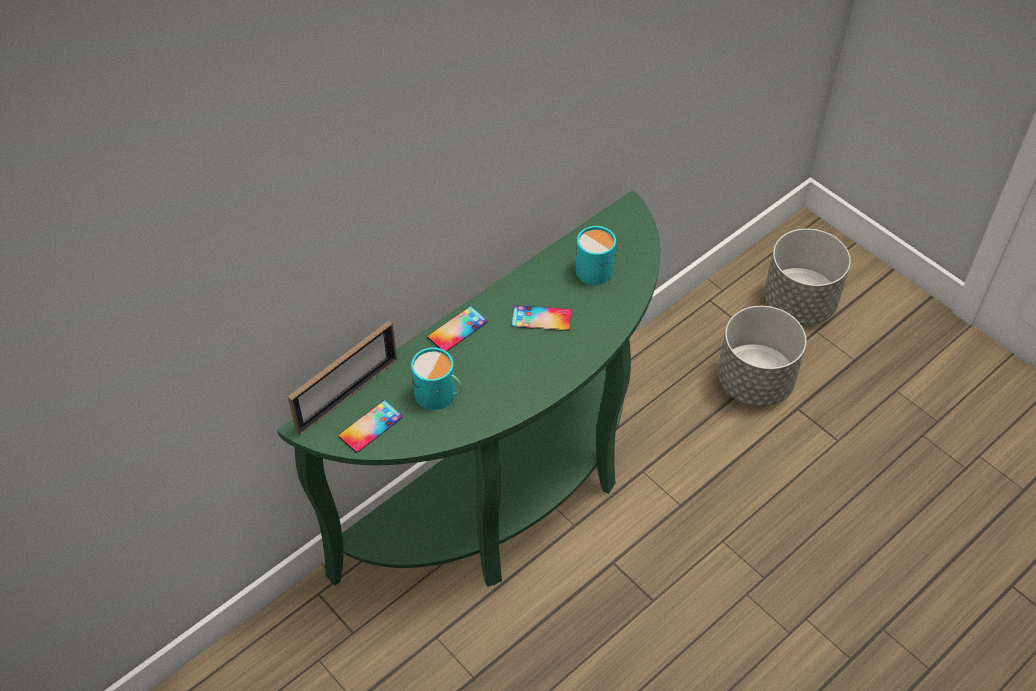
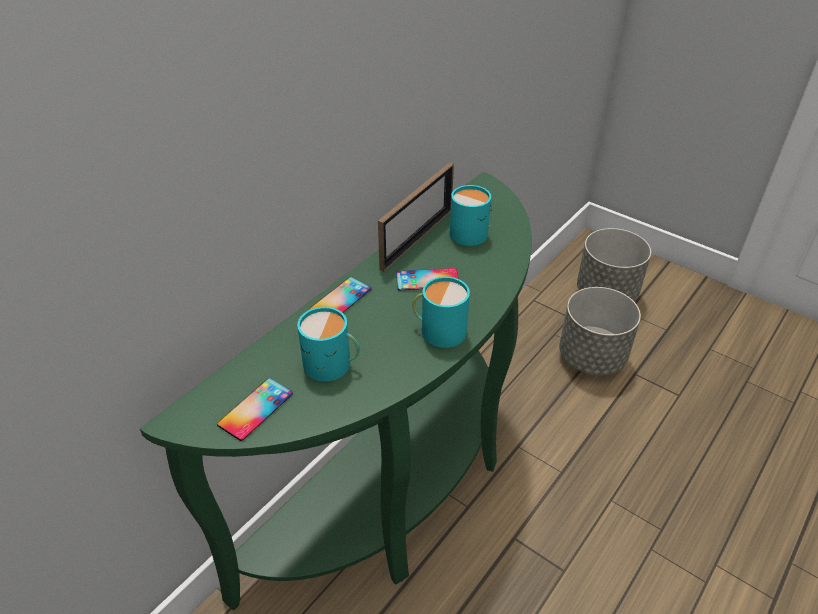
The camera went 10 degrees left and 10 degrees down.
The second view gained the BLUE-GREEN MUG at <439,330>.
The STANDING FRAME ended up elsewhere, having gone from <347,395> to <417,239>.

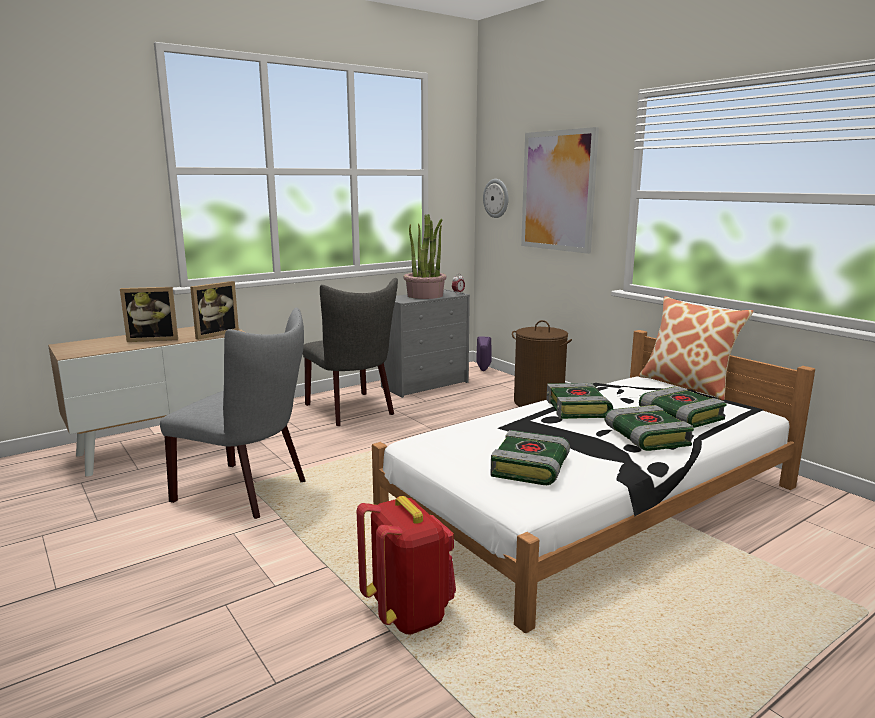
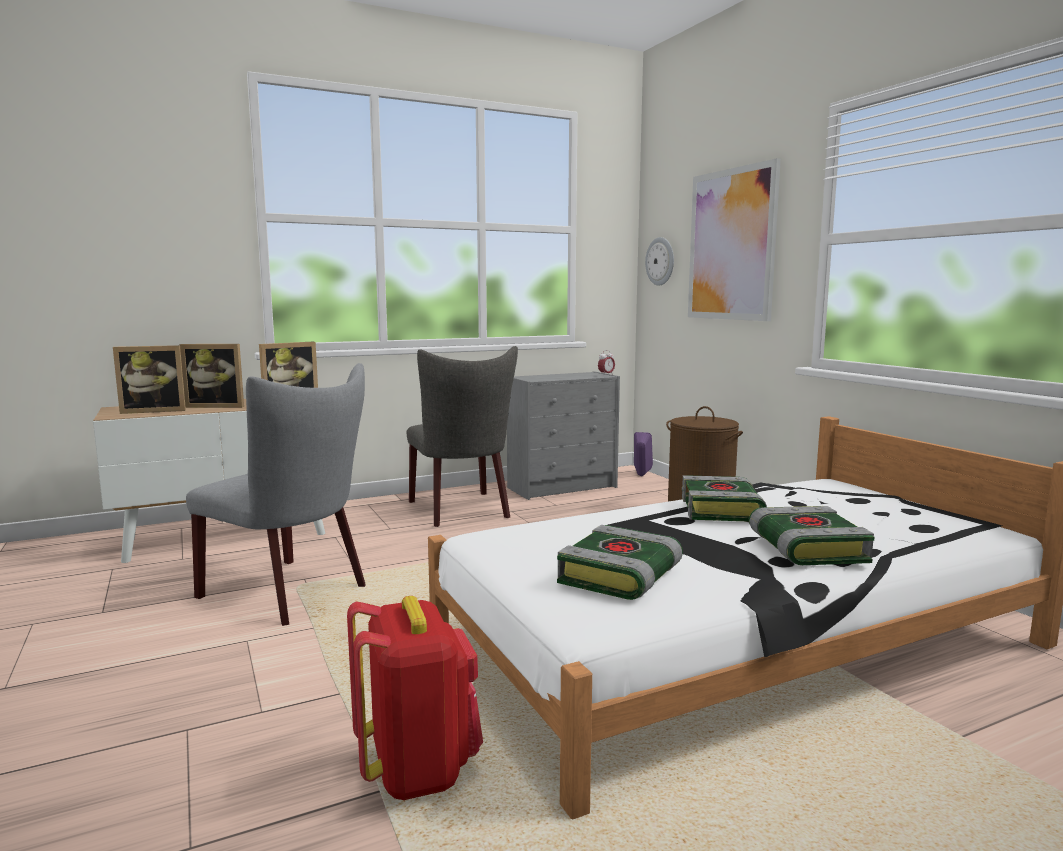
The camera went 10 degrees right and 5 degrees down.
The second view lost the HOUSEPLANT at <425,295>.
The second view lost the CUSHION at <688,385>.
The second view lost the VOLUME at <679,415>.
The second view gained the STANDING FRAME at <154,410>.

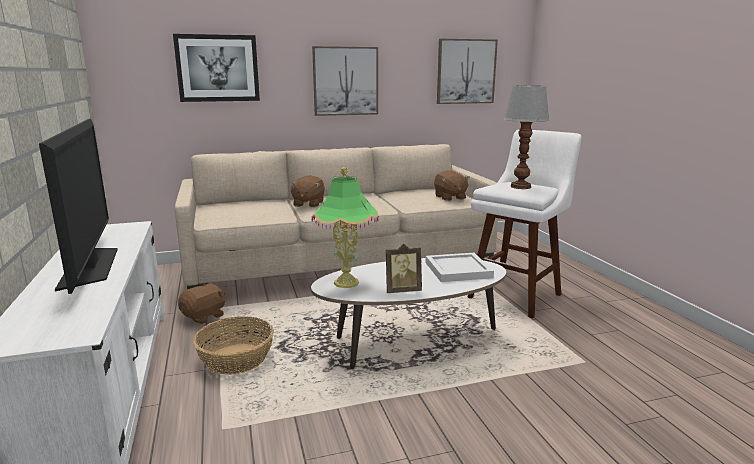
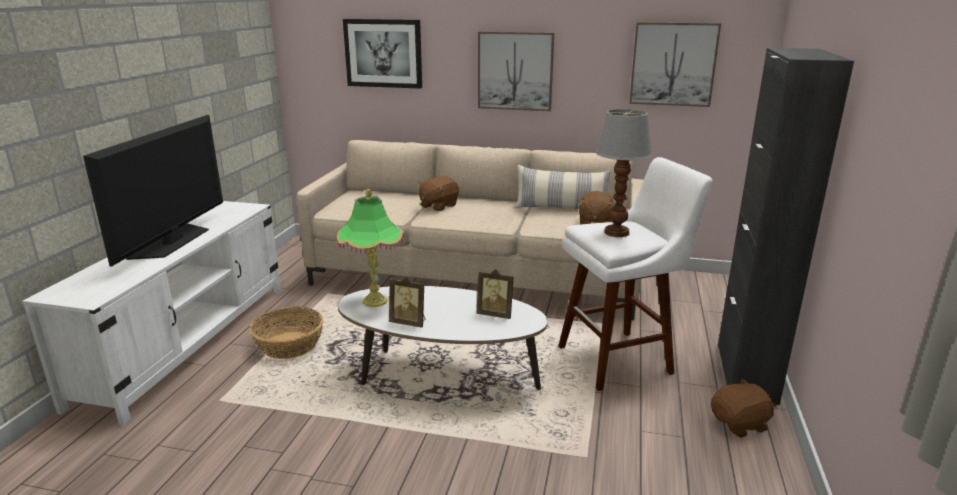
The camera went 30 degrees right and 5 degrees up.
The second view gained the CUSHION at <561,209>.
The second view gained the BLACK-COLOURED CUPBOARD at <746,373>.
The BROWNISH SOFT TOY ended up elsewhere, having gone from <204,316> to <740,424>.
Where the WHITE-COLOURED SERVING TRAY stood at <458,269>, the STANDING FRAME came to stand at <495,314>.

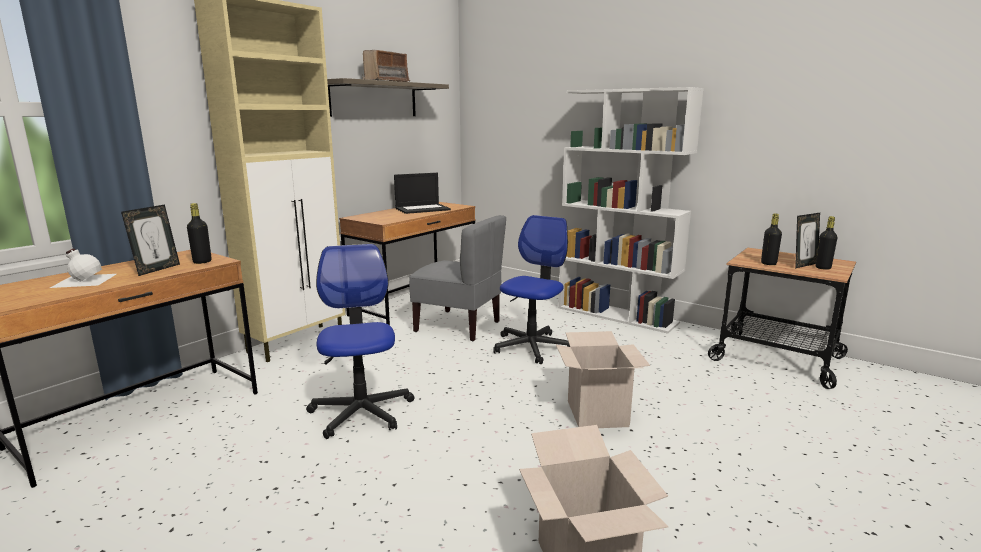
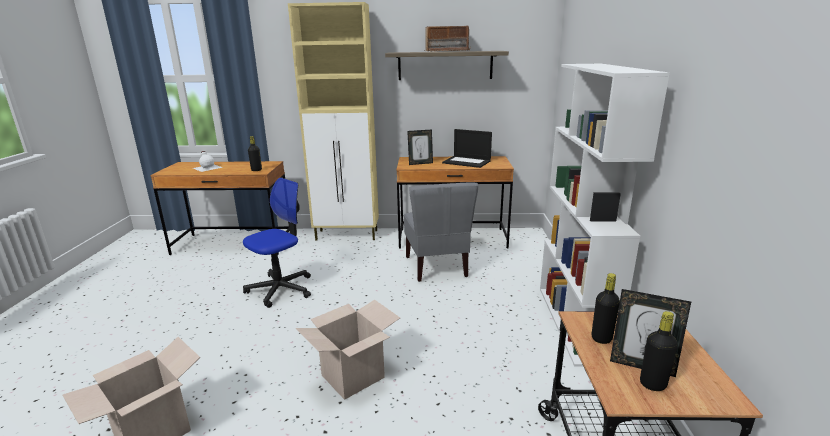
The camera went 55 degrees right and 5 degrees up.
The second view lost the DESK CHAIR at <532,347>.
The STANDING FRAME ended up elsewhere, having gone from <157,269> to <420,163>.

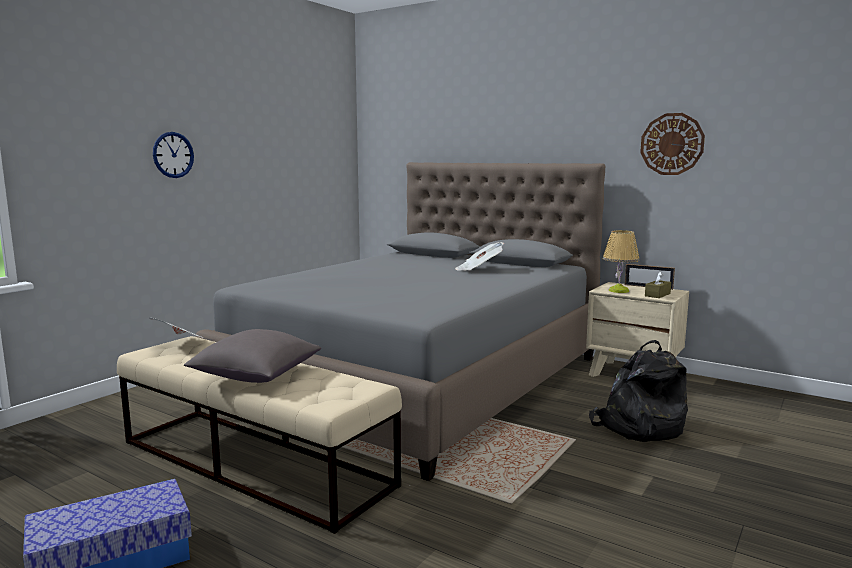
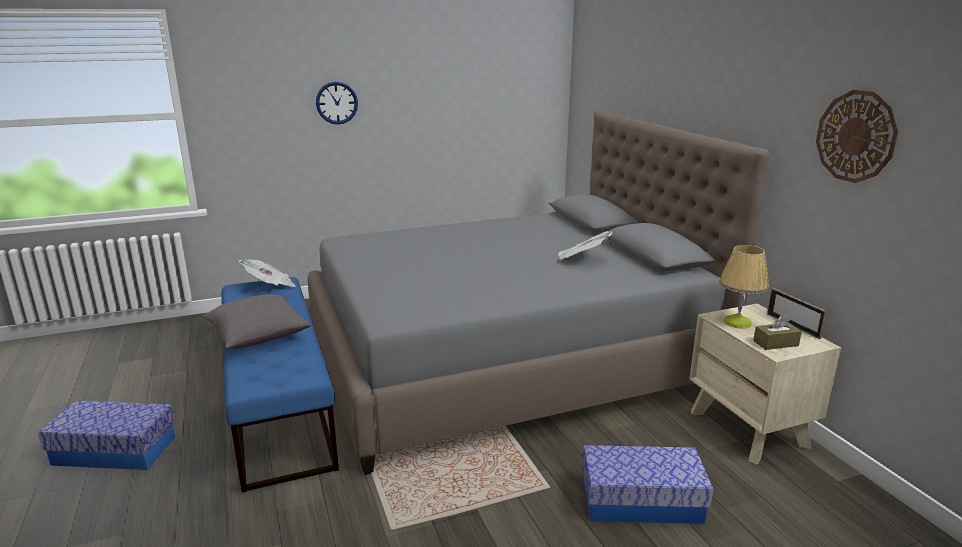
The camera went 35 degrees right and 10 degrees up.
Where the BLACK-COLOURED BACKPACK stood at <638,427>, the STORAGE BIN came to stand at <641,501>.
What was the BEIGE-COLOURED LONG SEAT at <254,463> turned into the BLUISH LONG SEAT at <278,403>.

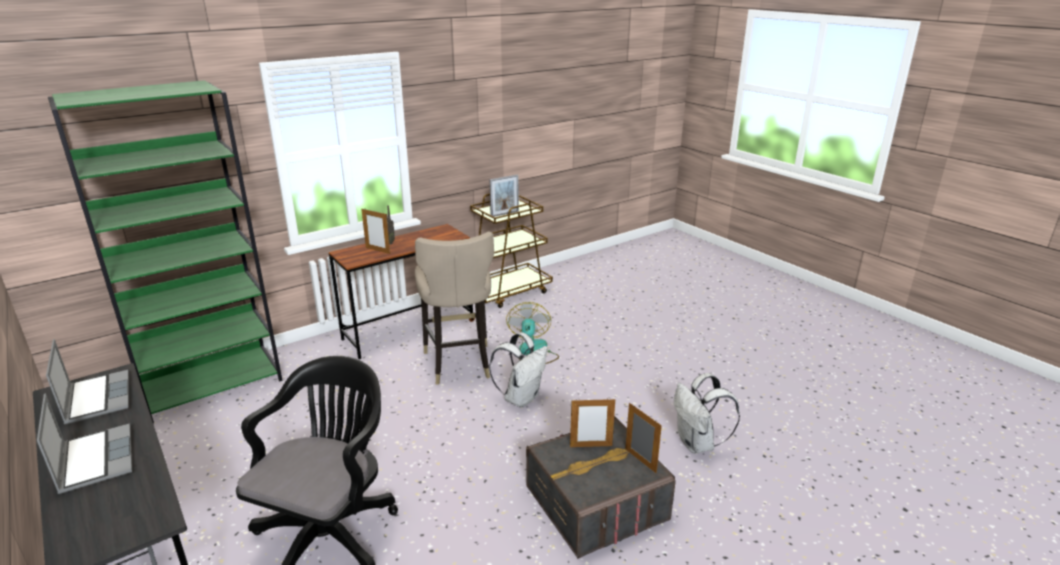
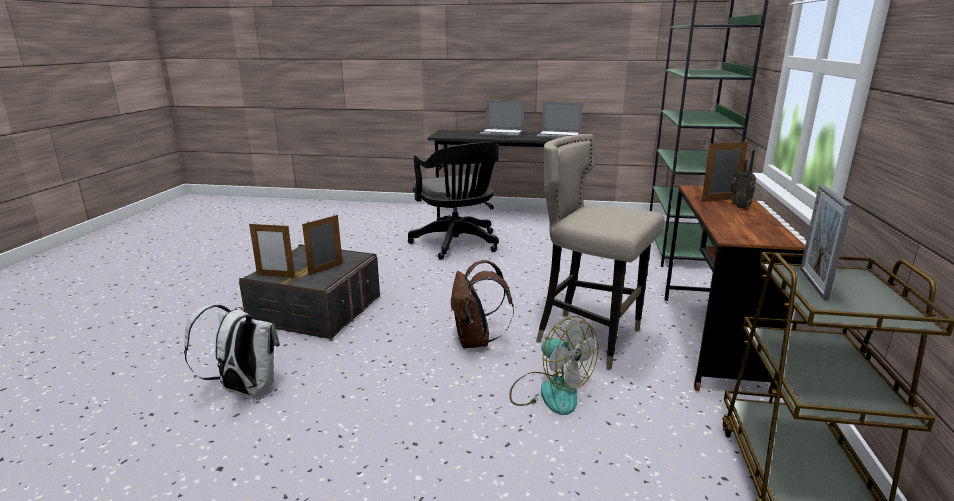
The camera went 135 degrees right and 5 degrees down.
What was the WHITE-COLOURED BACKPACK at <521,397> turned into the BROWNISH BACKPACK at <476,341>.

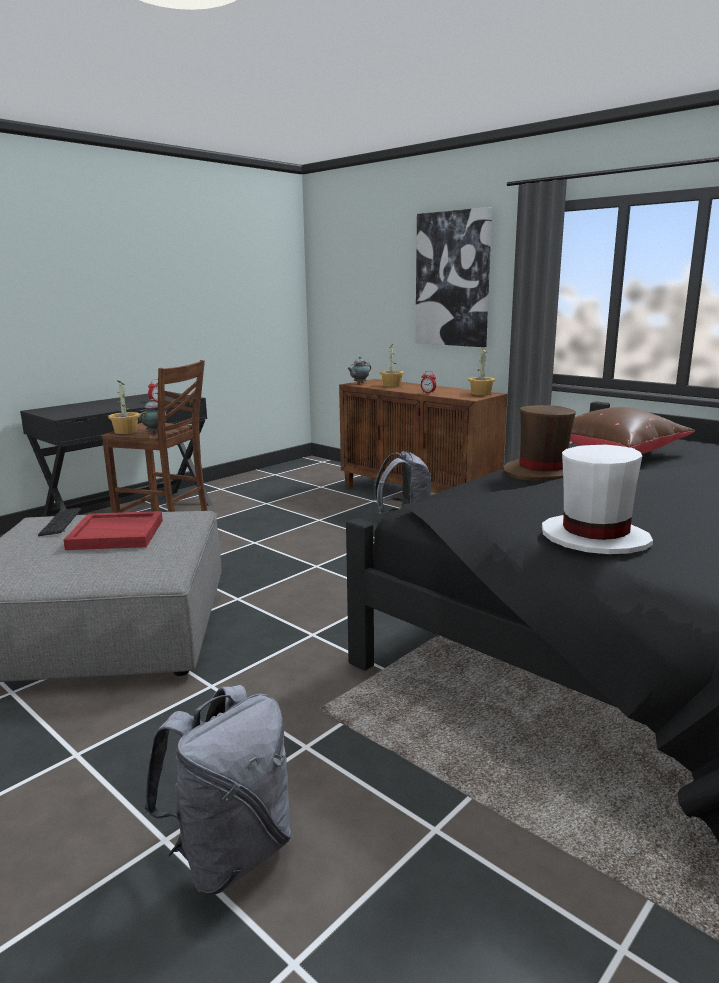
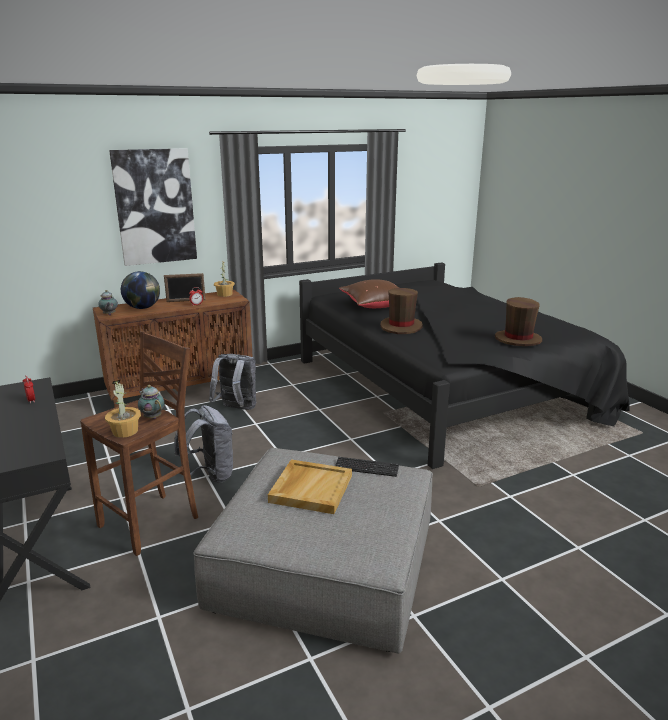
The camera went 70 degrees left and 5 degrees up.
The second view gained the STANDING FRAME at <186,301>.
The KEYBOARD ended up elsewhere, having gone from <60,523> to <366,468>.
The GRAY BACKPACK ended up elsewhere, having gone from <230,854> to <209,475>.
Where the HOUSEPLANT stood at <392,385>, the DESK GLOBE came to stand at <143,308>.
What was the RED SERVING TRAY at <117,534> turned into the BEIGE-COLOURED SERVING TRAY at <310,488>.
What was the WHITE-COLOURED CLOTHING HAT at <594,538> turned into the BROWNISH CLOTHING HAT at <517,340>.

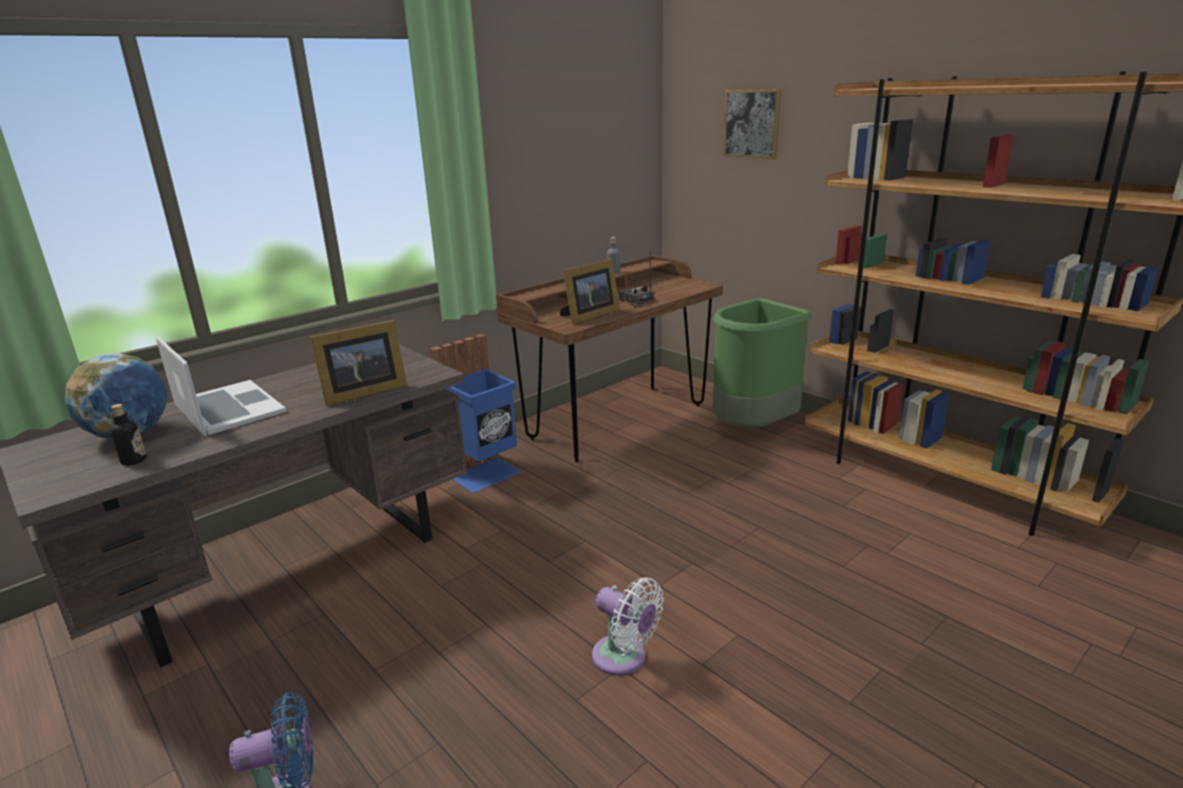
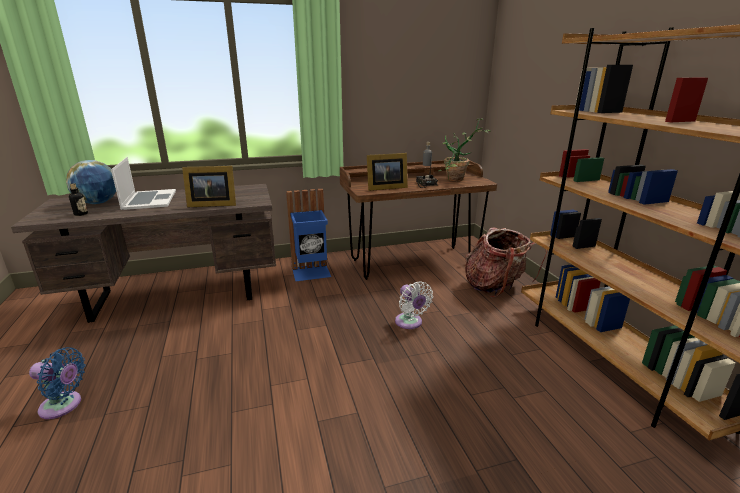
The camera went 25 degrees right and 0 degrees up.
The second view lost the WALL ART at <752,123>.
The second view gained the HOUSEPLANT at <457,180>.
The WHITE-COLOURED ELECTRIC FAN ended up elsewhere, having gone from <624,658> to <410,323>.
Where the GREEN-COLOURED TRASH CAN stood at <753,428>, the BACKPACK came to stand at <496,287>.

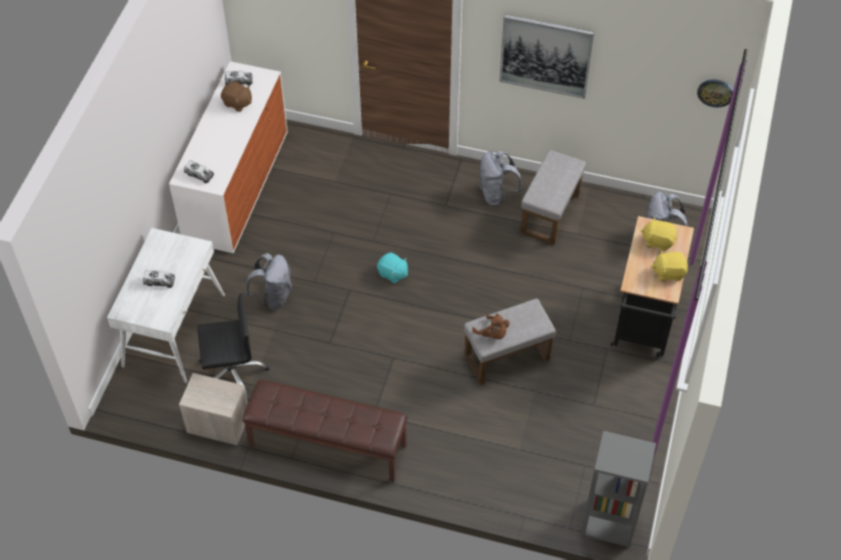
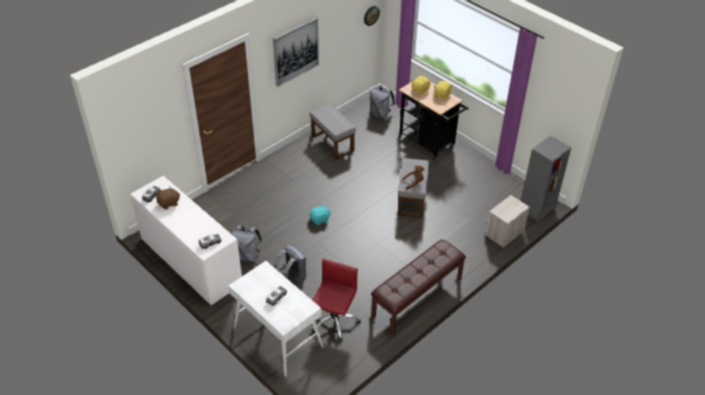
The camera went 60 degrees left and 10 degrees down.
The BEDSIDE TABLE ended up elsewhere, having gone from <217,423> to <504,234>.
The GRAY BACKPACK ended up elsewhere, having gone from <496,194> to <247,256>.
What was the BLACK-COLOURED DESK CHAIR at <232,373> turned into the RED DESK CHAIR at <334,321>.

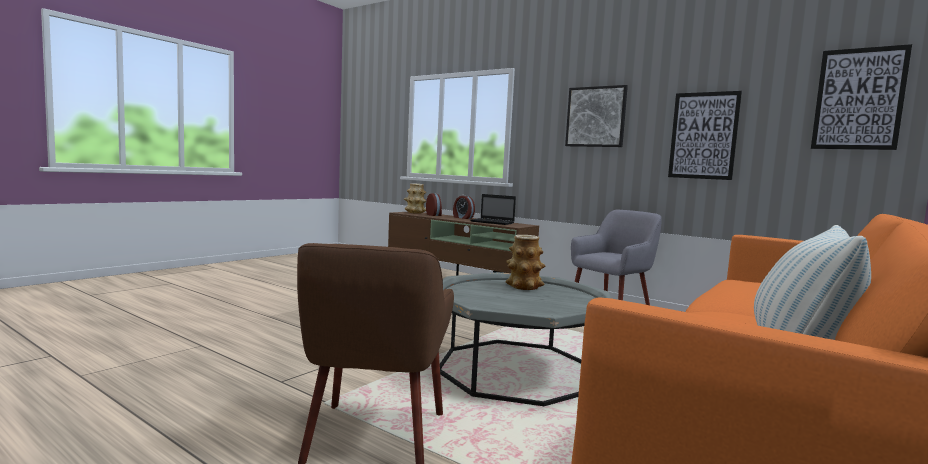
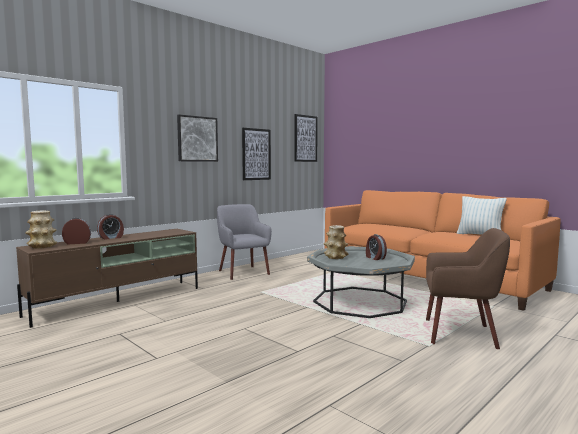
The camera went 80 degrees left and 0 degrees up.
The second view lost the NOTEBOOK COMPUTER at <493,222>.
The second view gained the BEDSIDE CLOCK at <375,258>.

